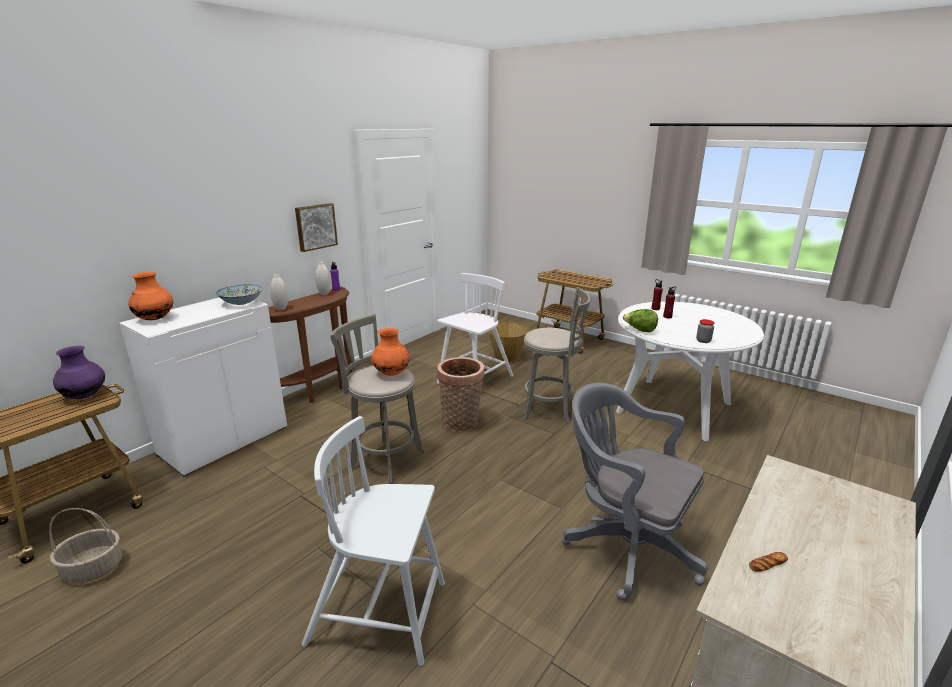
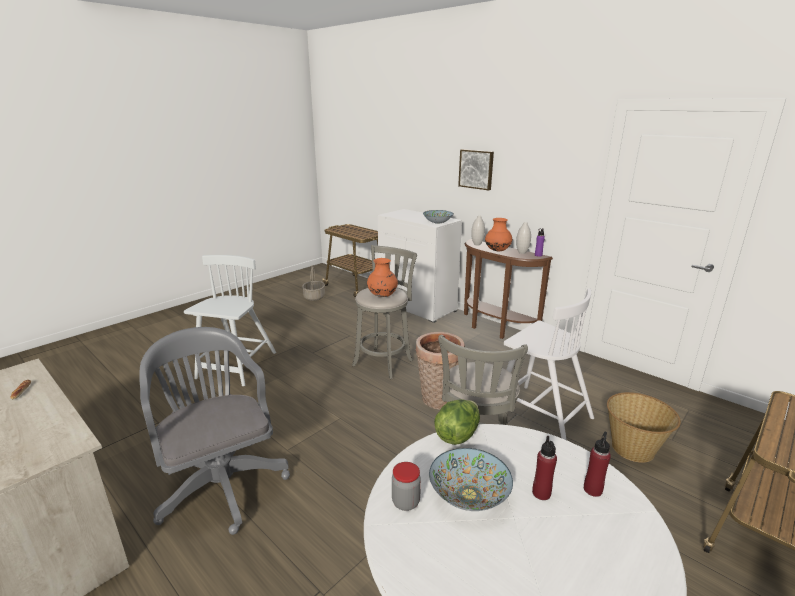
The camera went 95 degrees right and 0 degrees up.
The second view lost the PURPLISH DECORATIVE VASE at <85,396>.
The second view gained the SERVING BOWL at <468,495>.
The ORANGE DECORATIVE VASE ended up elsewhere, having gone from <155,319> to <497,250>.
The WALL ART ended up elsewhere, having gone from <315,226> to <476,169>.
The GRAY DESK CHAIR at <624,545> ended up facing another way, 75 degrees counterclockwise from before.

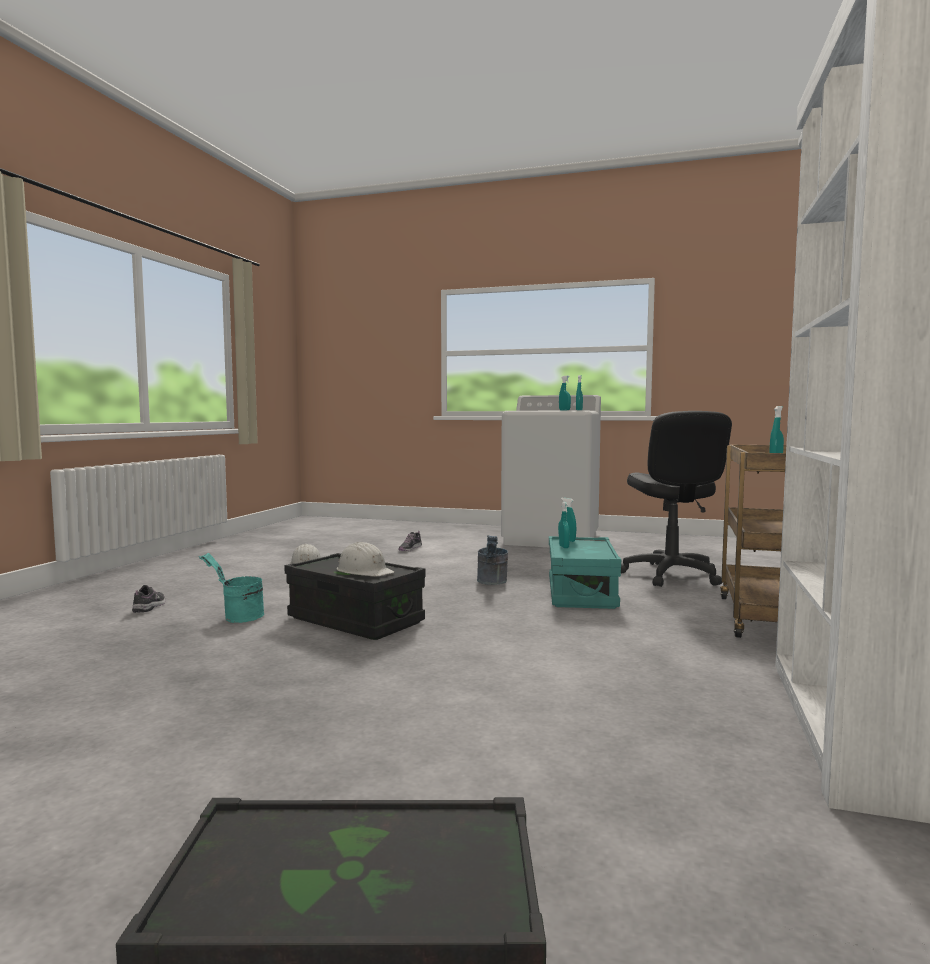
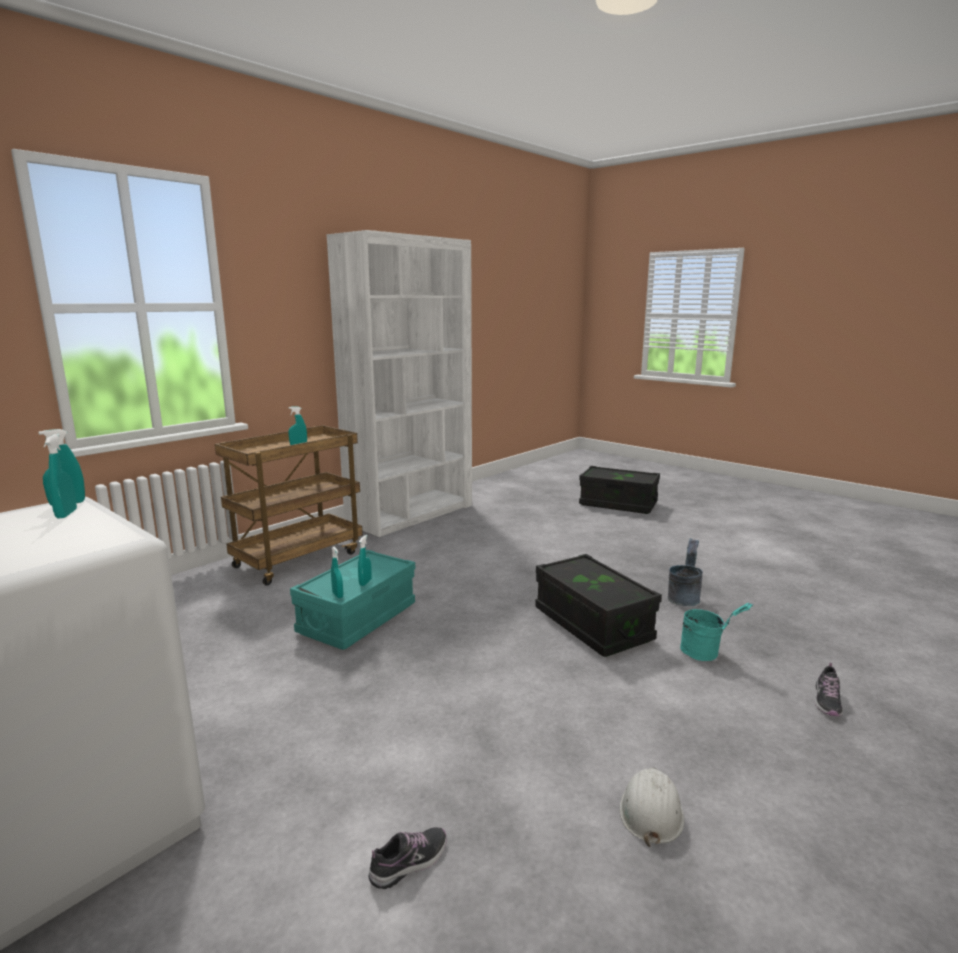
The camera went 155 degrees left and 10 degrees up.
The second view lost the WHITE-COLOURED HARD HAT at <364,571>.
The second view lost the BLACK-COLOURED DESK CHAIR at <670,575>.
The GRAY WATER BUCKET ended up elsewhere, having gone from <492,582> to <684,597>.

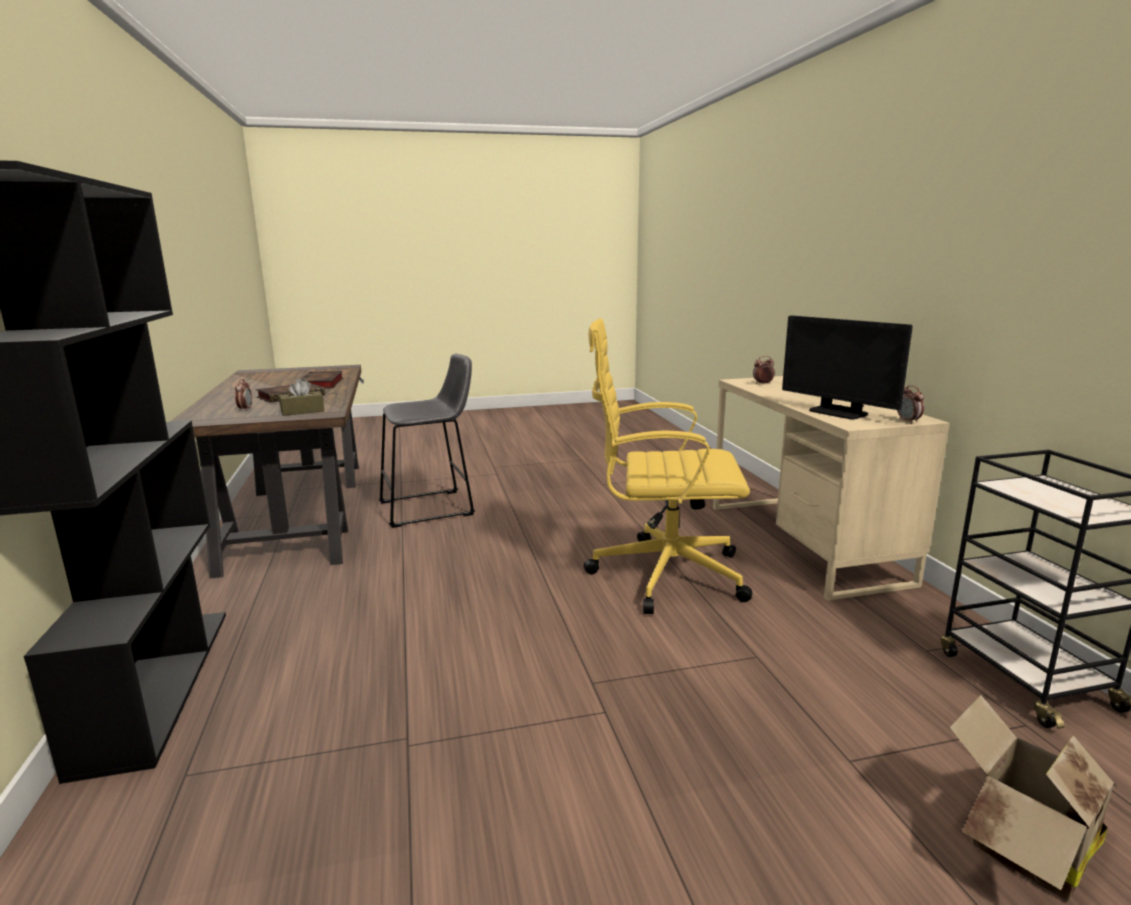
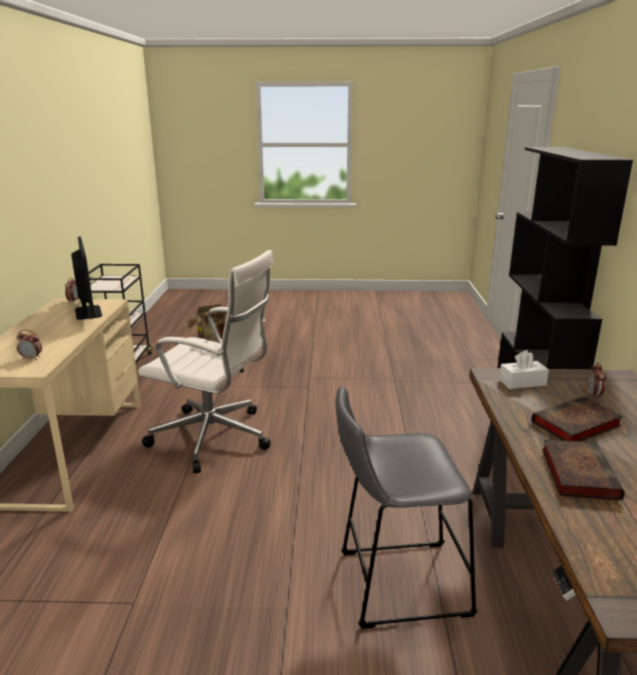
The camera went 165 degrees left and 5 degrees up.
What was the BROWNISH BOX OF TISSUES at <302,411> turned into the WHITE-COLOURED BOX OF TISSUES at <522,382>.
What was the YELLOW-COLOURED DESK CHAIR at <663,574> turned into the WHITE-COLOURED DESK CHAIR at <214,438>.

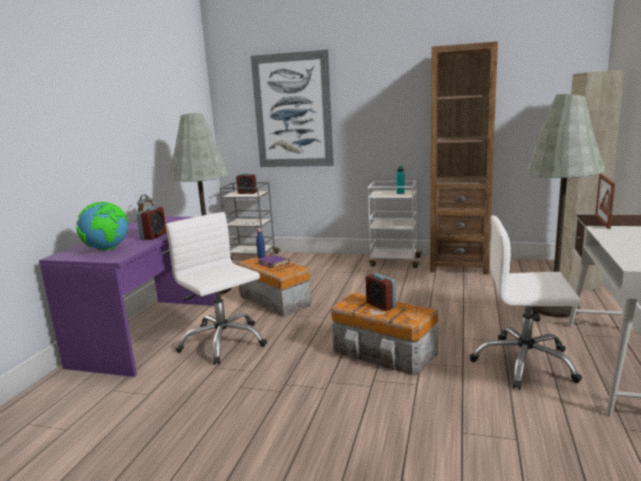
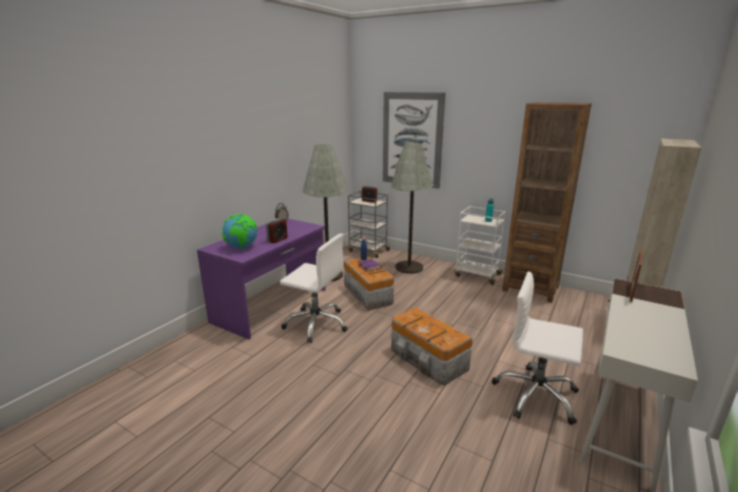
The camera went 15 degrees right and 5 degrees up.
The second view lost the BEDSIDE CLOCK at <381,305>.
The GRAY FLOOR LAMP ended up elsewhere, having gone from <553,307> to <409,267>.
The WHITE-COLOURED DESK CHAIR at <222,342> ended up facing another way, 135 degrees clockwise from before.

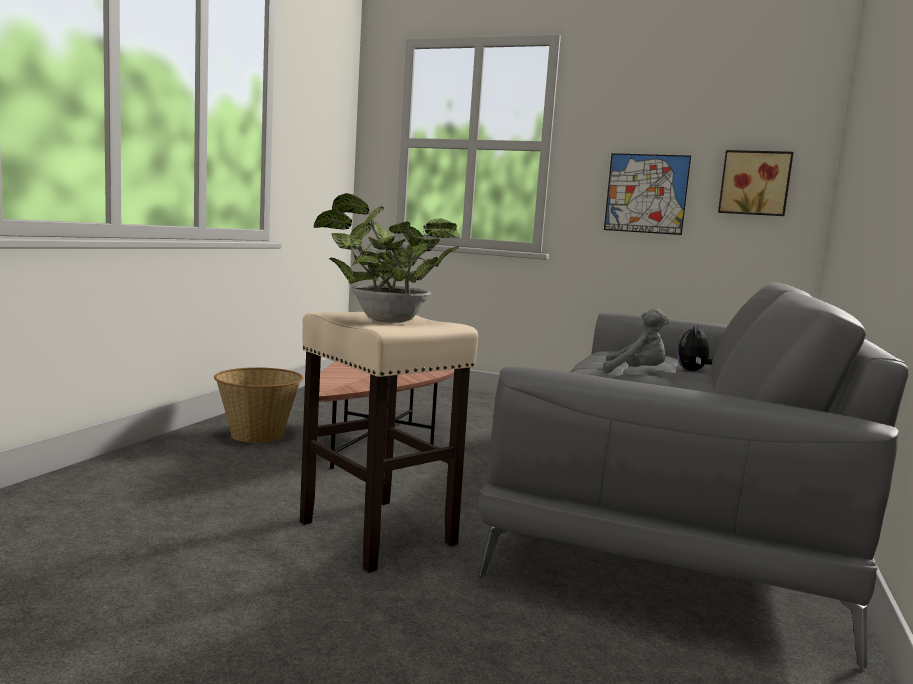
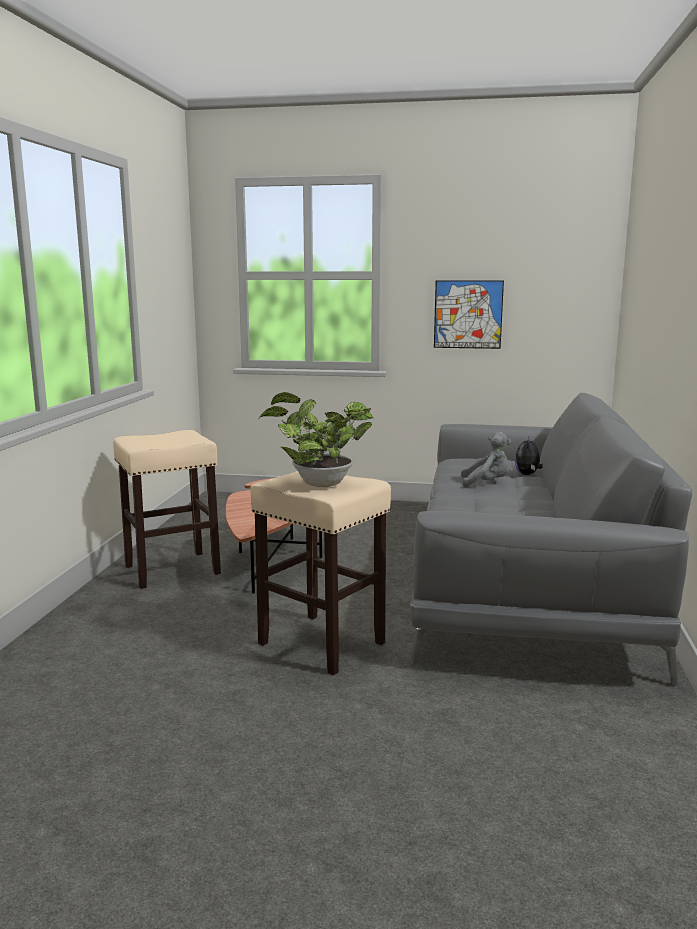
The camera went 10 degrees left and 5 degrees up.
The second view lost the WALL ART at <754,183>.
Where the HOUSEHOLD BASKET stood at <258,435>, the BEIGE-COLOURED STOOL SEAT came to stand at <171,570>.

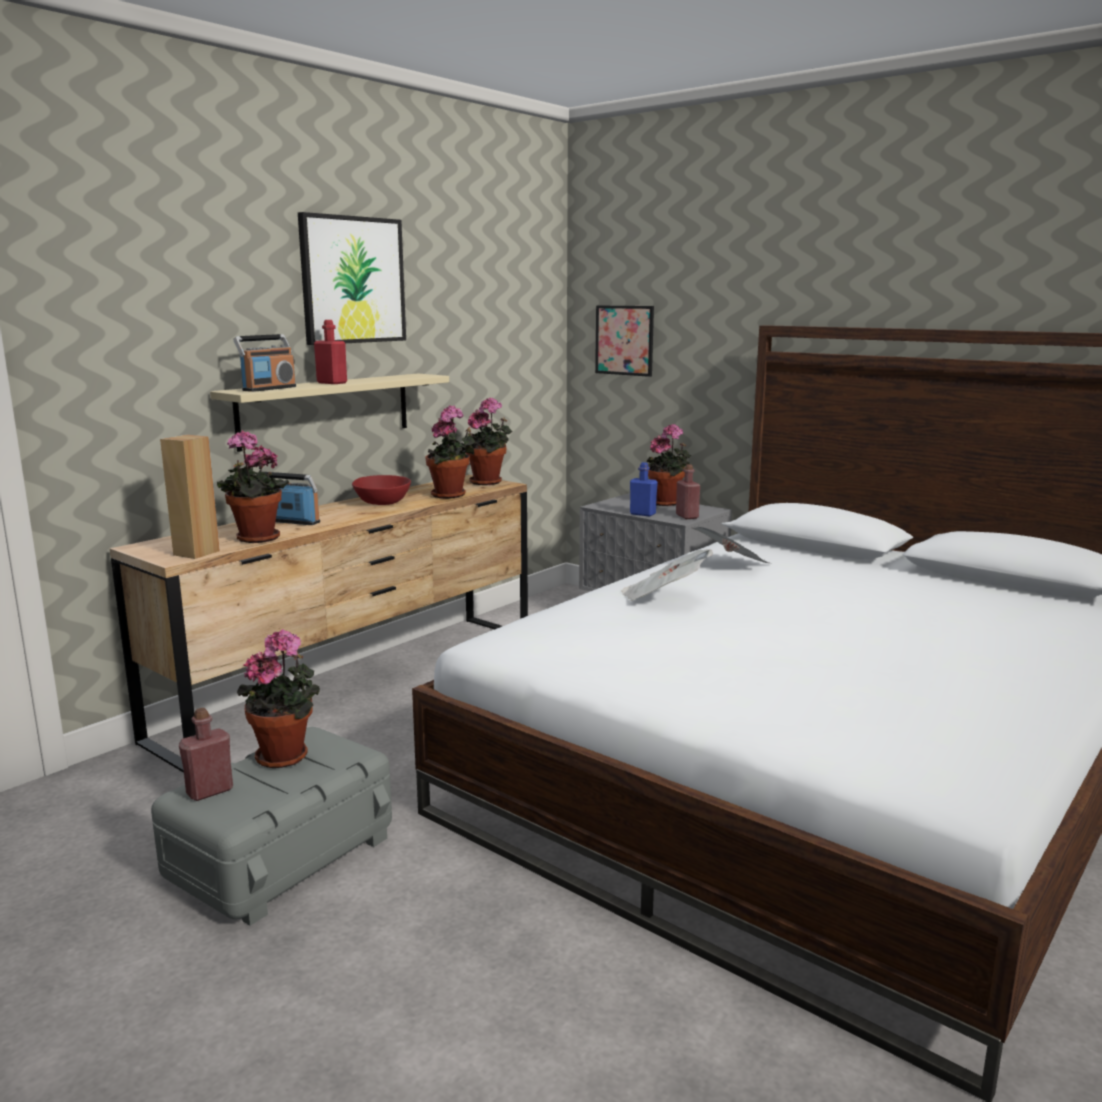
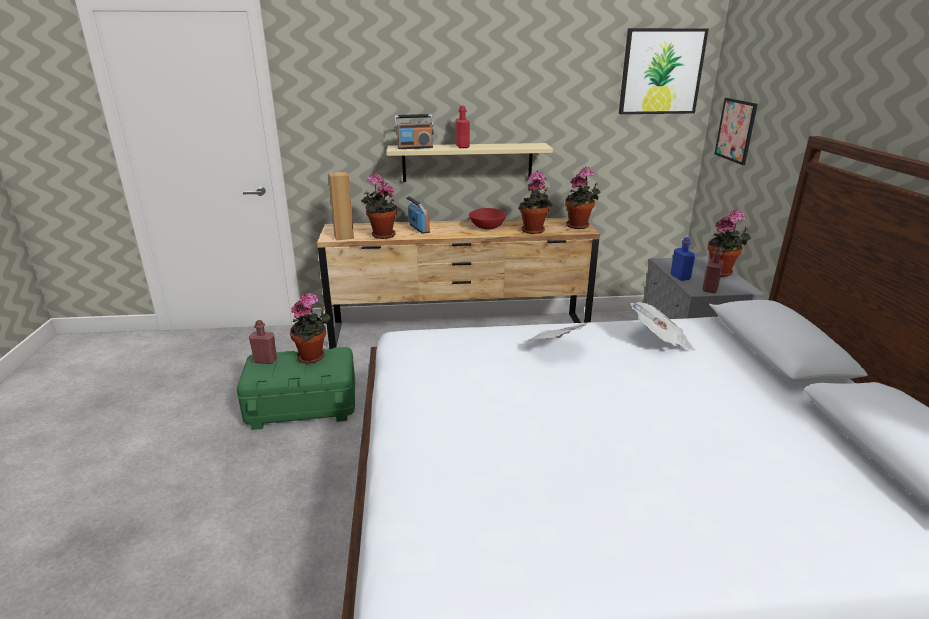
The camera went 45 degrees right and 10 degrees up.
The WALL ART ended up elsewhere, having gone from <352,280> to <661,72>.
What was the GRAY STORAGE BIN at <281,856> turned into the GREEN-COLOURED STORAGE BIN at <303,405>.

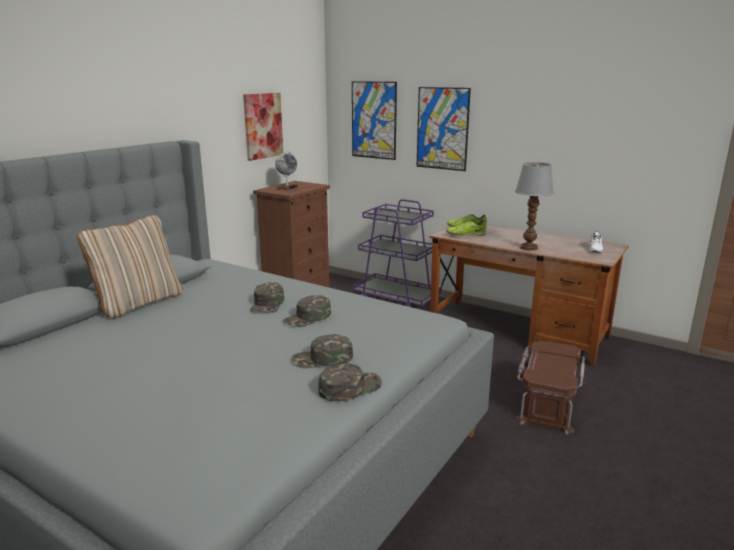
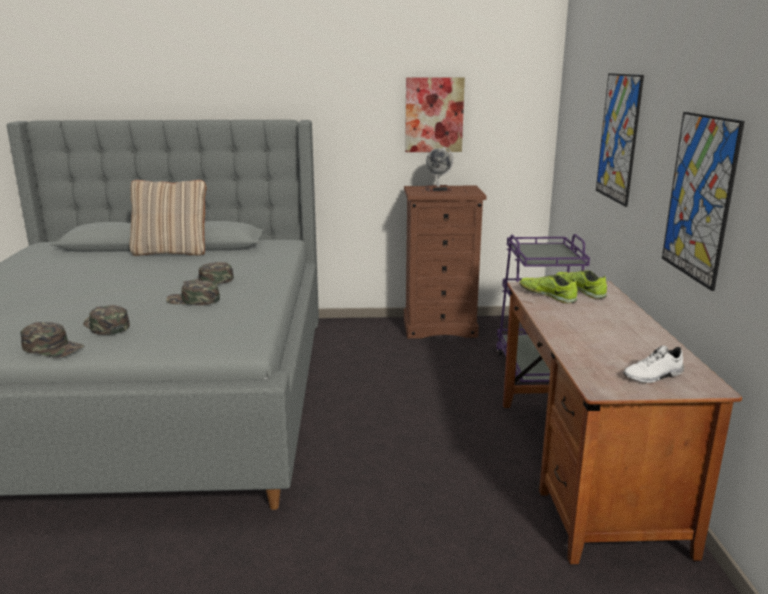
The camera went 55 degrees right and 0 degrees up.
The second view lost the LAMP FOR A TABLE at <528,248>.
The second view lost the BROWNISH STORAGE BIN at <546,402>.
The WALL ART ended up elsewhere, having gone from <374,120> to <699,198>.

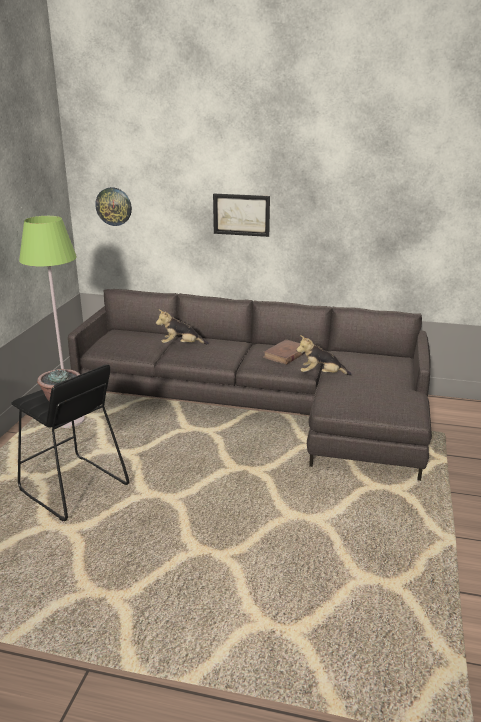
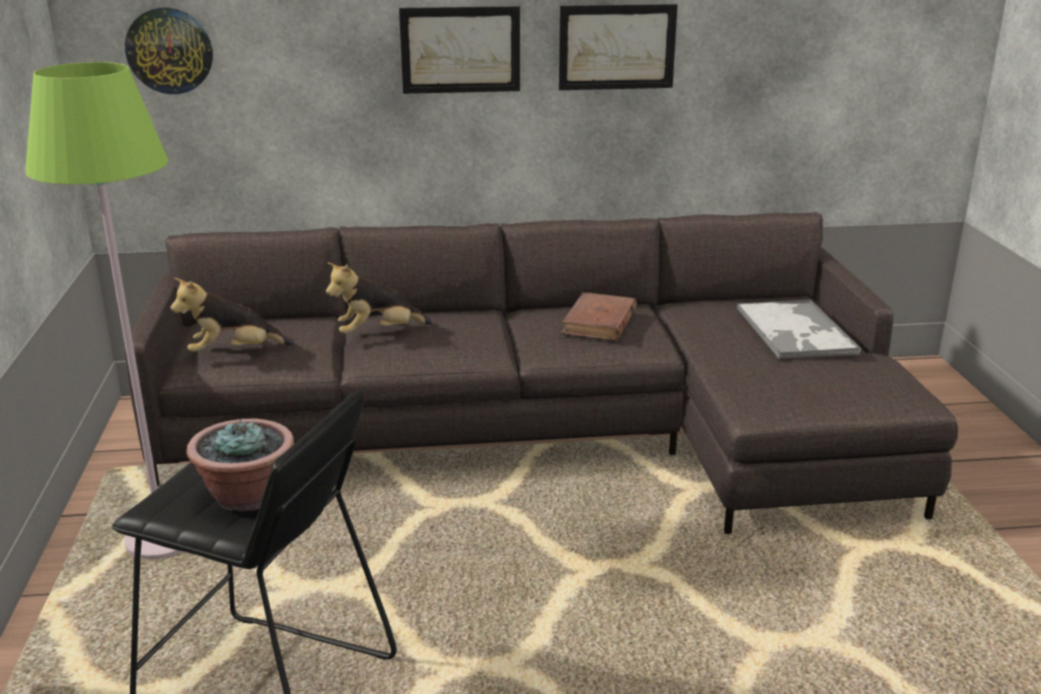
The camera went 20 degrees left and 0 degrees up.
The second view gained the WALL ART at <617,47>.
The second view gained the SERVING TRAY at <795,331>.
The SOFT TOY ended up elsewhere, having gone from <321,374> to <233,352>.

